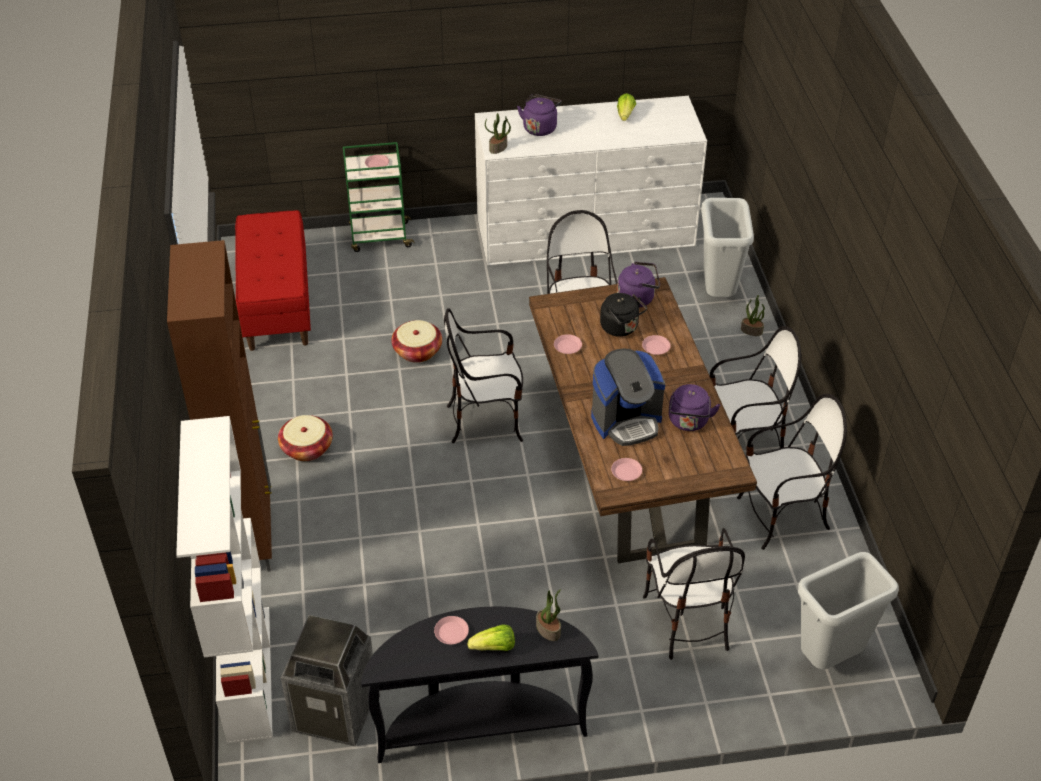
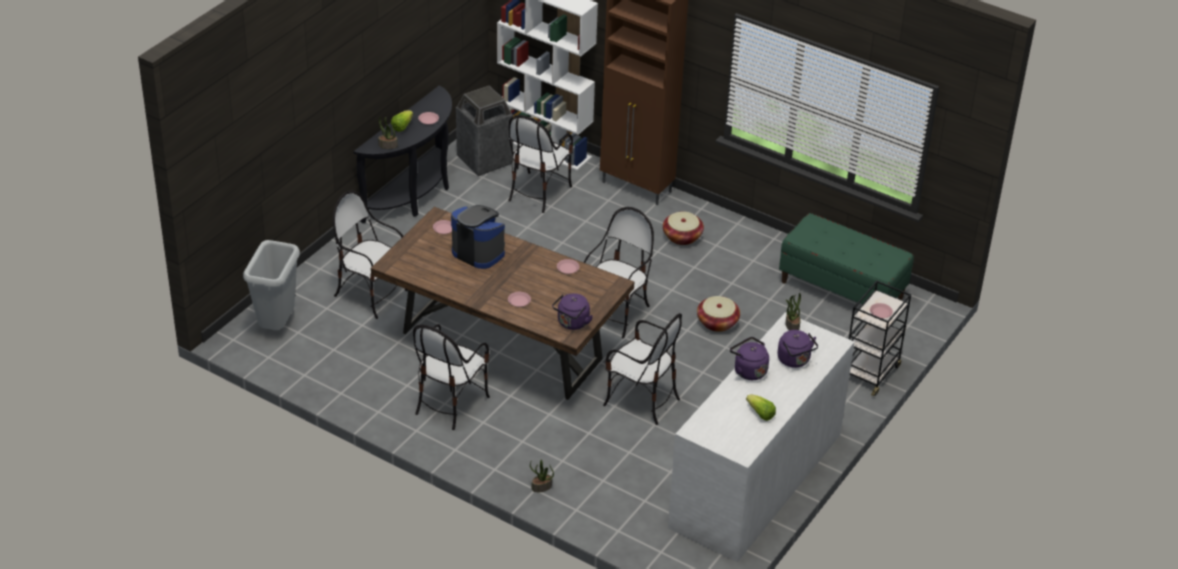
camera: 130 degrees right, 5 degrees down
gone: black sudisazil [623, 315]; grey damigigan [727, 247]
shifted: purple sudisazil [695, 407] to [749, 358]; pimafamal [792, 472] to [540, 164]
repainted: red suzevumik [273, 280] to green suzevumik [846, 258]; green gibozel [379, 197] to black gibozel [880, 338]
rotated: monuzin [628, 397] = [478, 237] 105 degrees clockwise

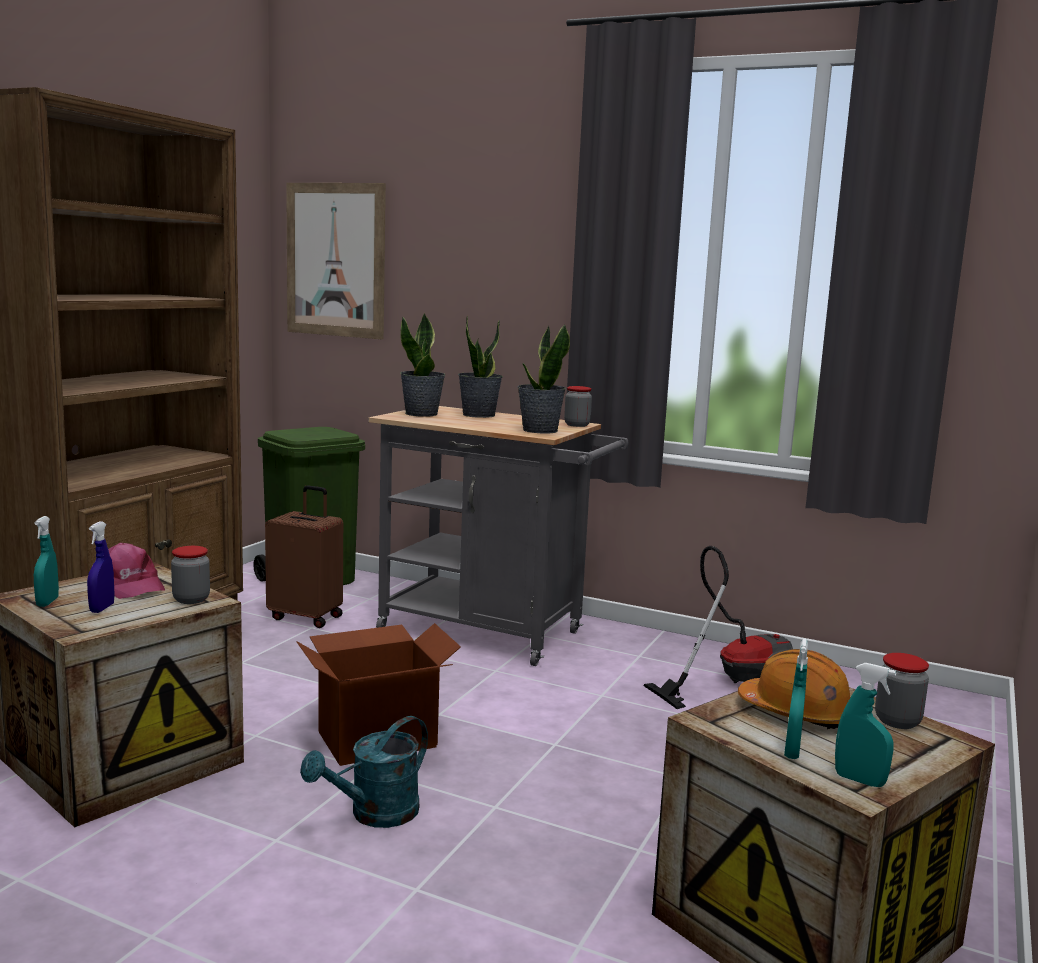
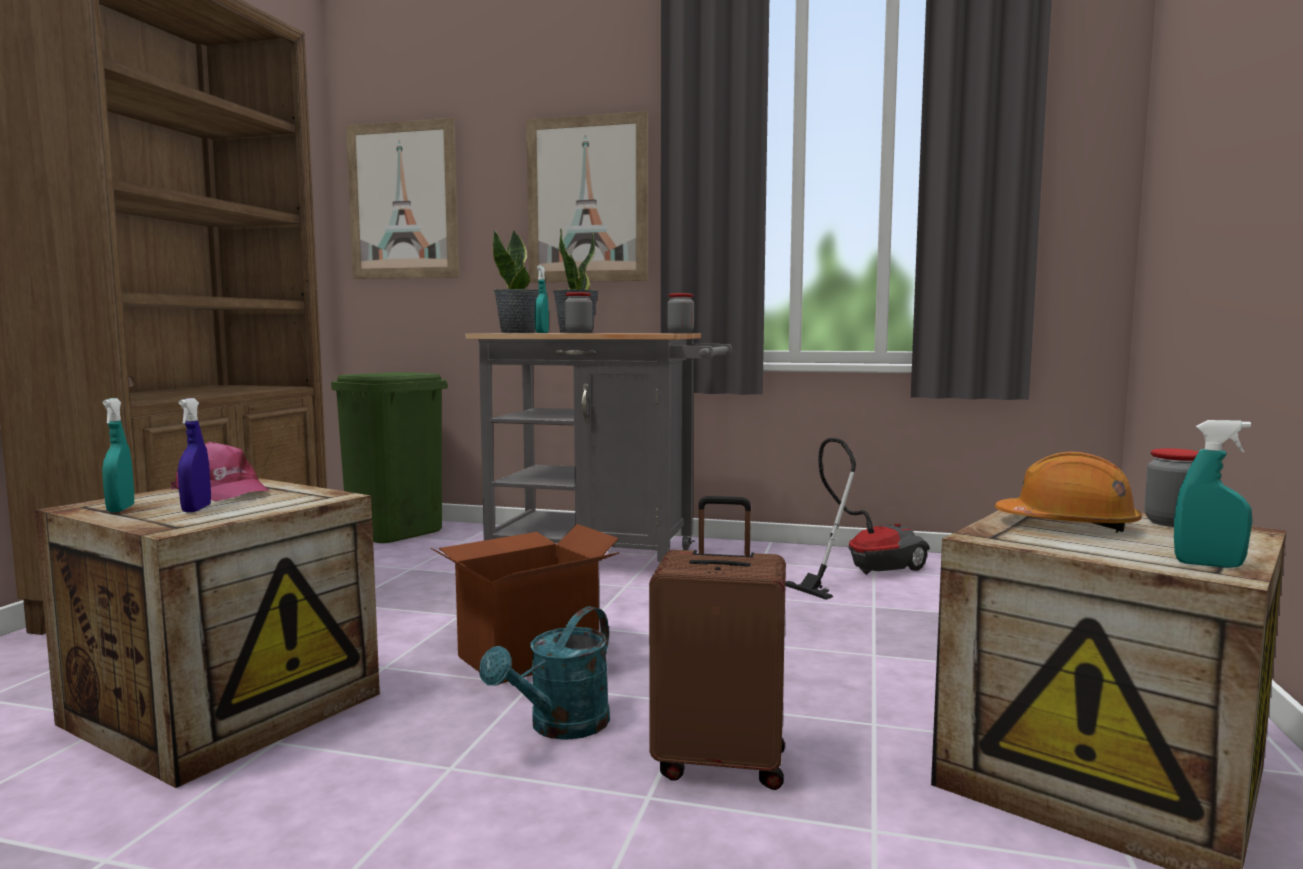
camera: 10 degrees left, 5 degrees down
gone: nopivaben [544, 379]
new: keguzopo [587, 197]
shifted: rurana [190, 575] to [578, 312]; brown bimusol [304, 556] to [717, 643]; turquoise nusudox [796, 699] to [542, 299]

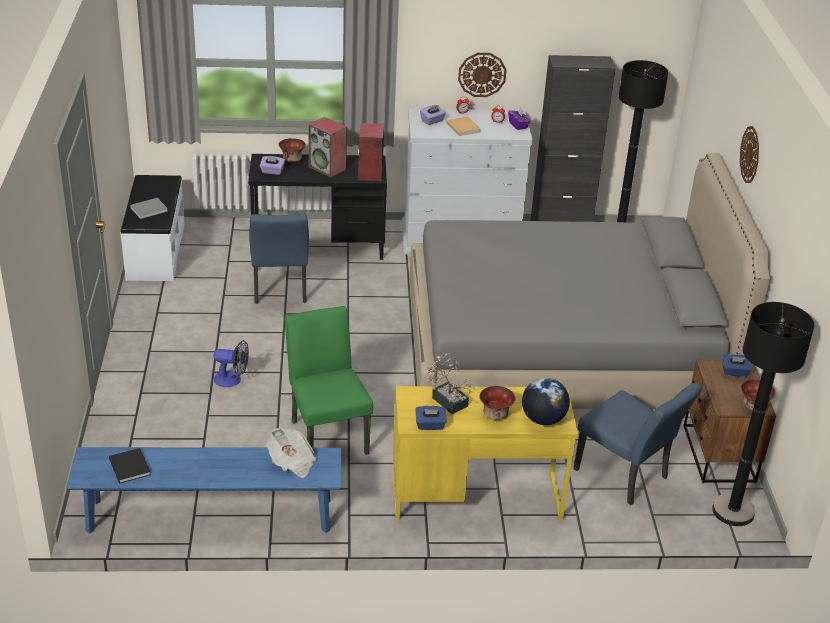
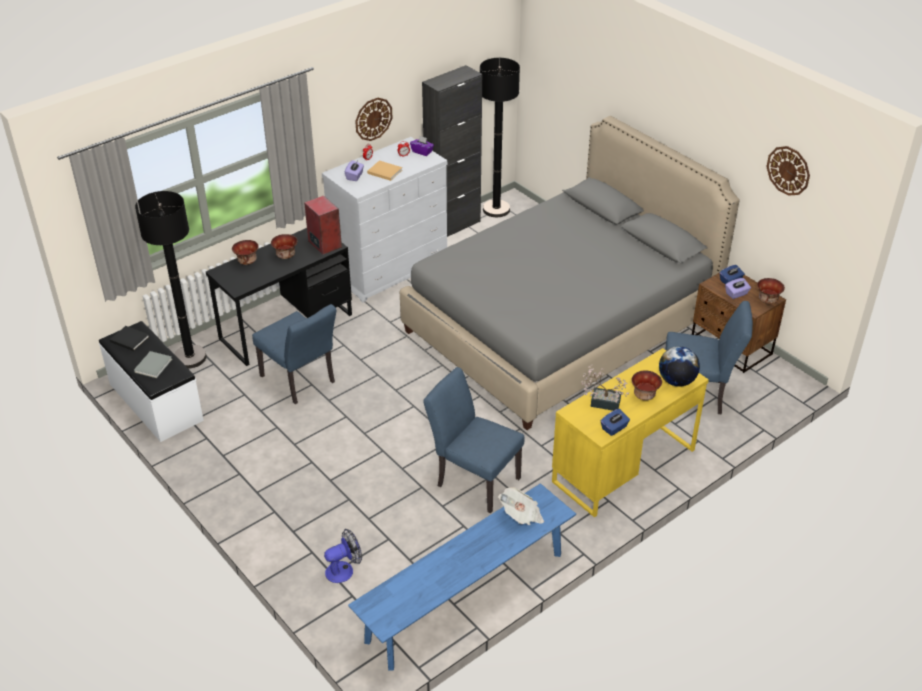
camera: 35 degrees left, 5 degrees up
shifted: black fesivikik [130, 466] to [129, 338]; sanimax [231, 363] to [343, 556]; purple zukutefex [272, 165] to [738, 288]; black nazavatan [763, 414] to [171, 280]; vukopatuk [749, 154] to [788, 171]
swapped: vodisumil [327, 147] to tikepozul [284, 246]
repainted: green pimafamal [329, 380] to blue pimafamal [474, 440]

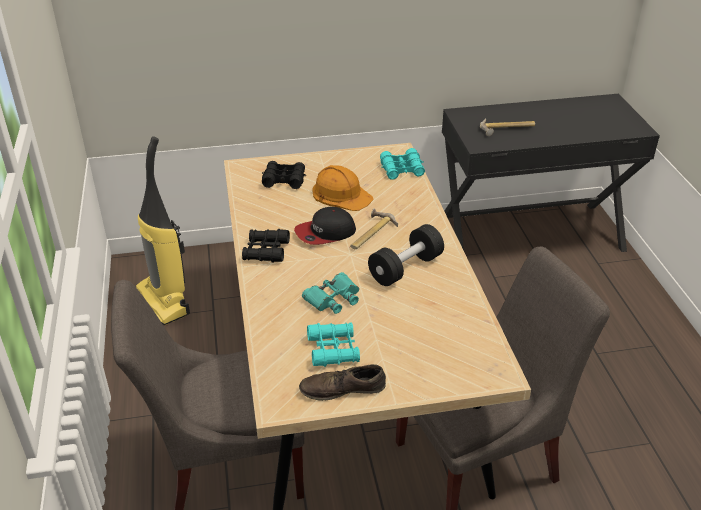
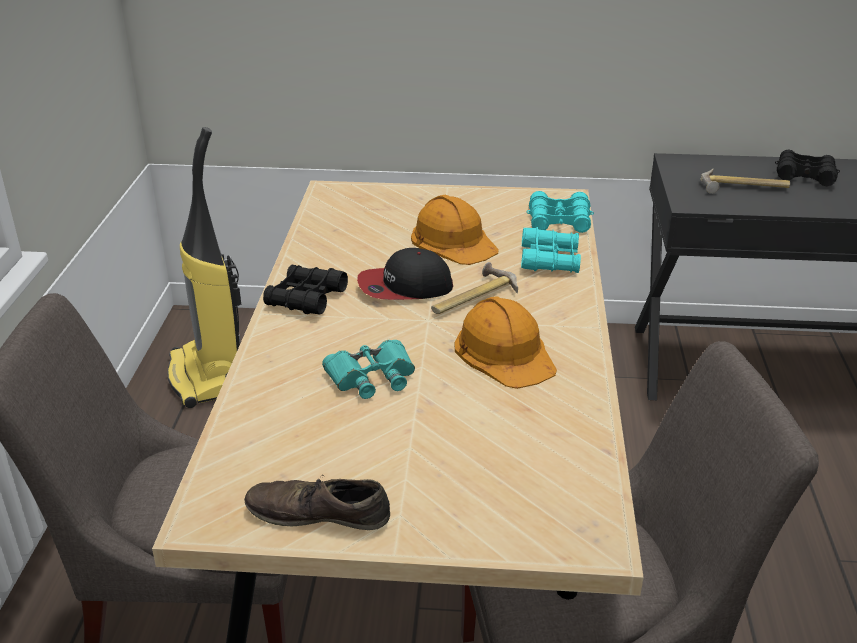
camera: 15 degrees right, 5 degrees down
shifted: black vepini [284, 175] to [807, 168]; turquoise vepini [333, 344] to [551, 250]
swapped: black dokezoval [406, 255] to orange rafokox [505, 342]

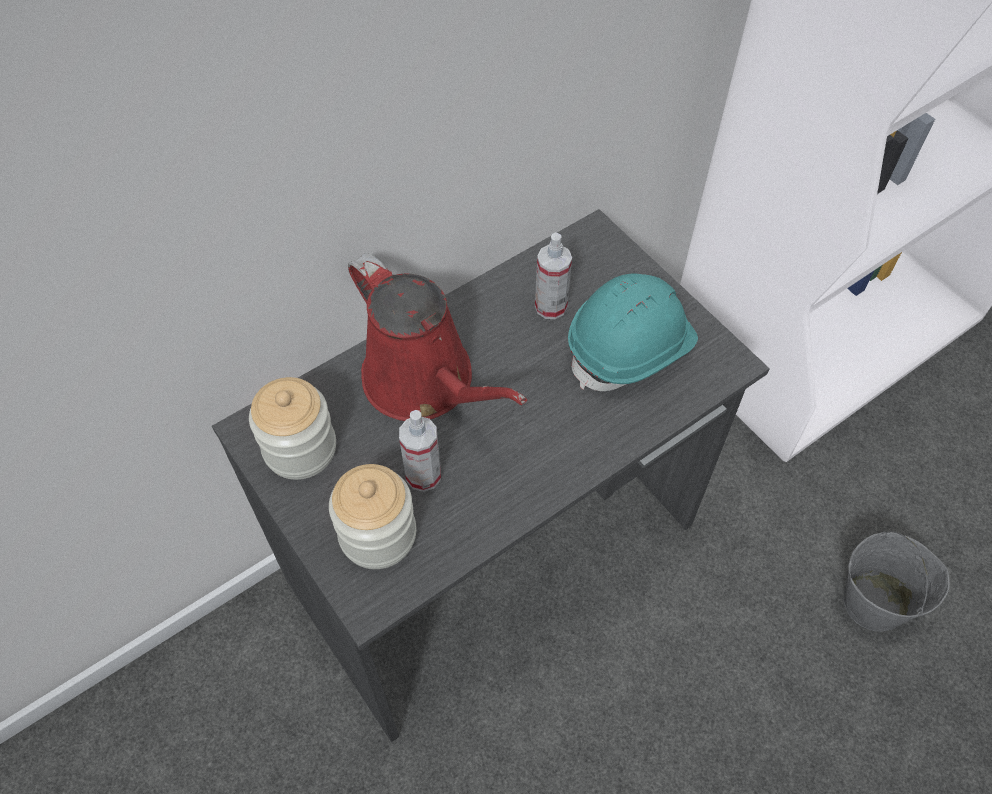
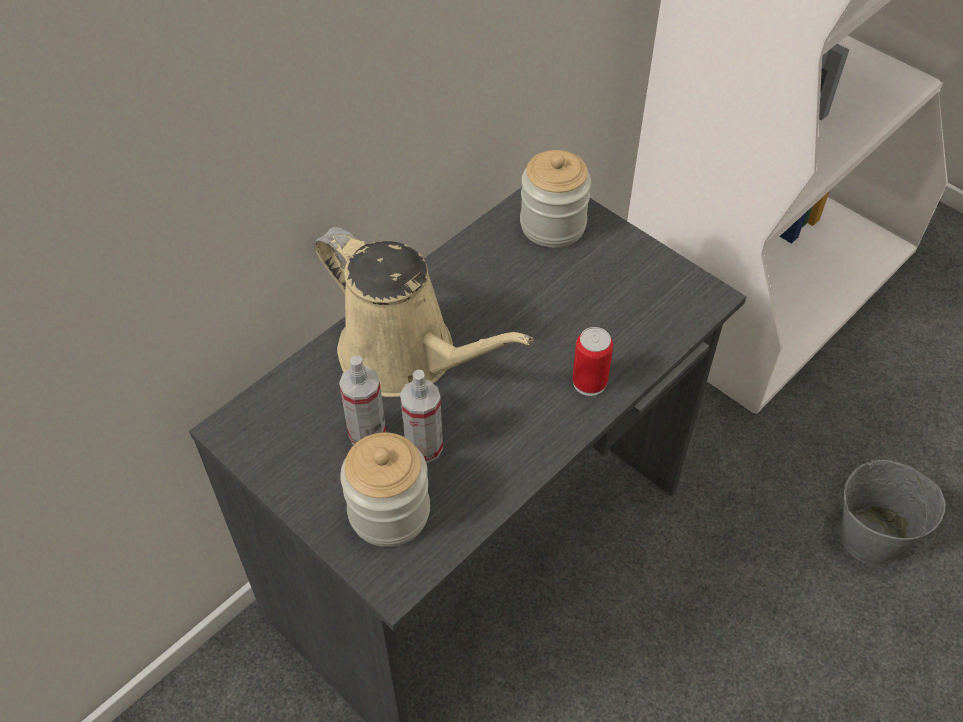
camera: 10 degrees left, 5 degrees down
gone: turquoise rafokox [633, 332]
new: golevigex [592, 361]
shifted: rurana [292, 428] to [555, 199]; nusudox [553, 276] to [362, 400]
repainted: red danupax [437, 337] to beige danupax [424, 312]

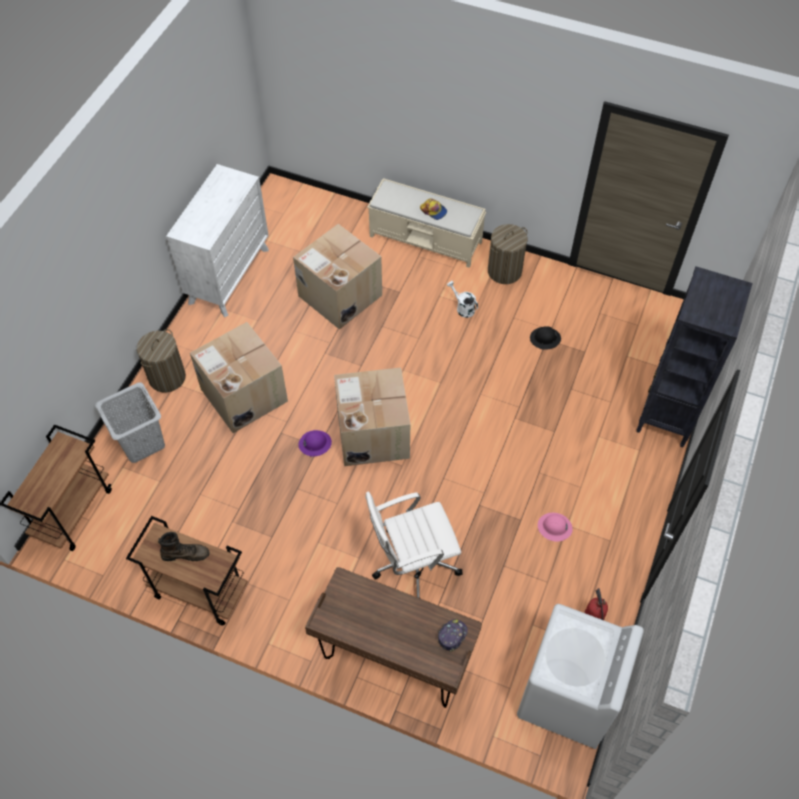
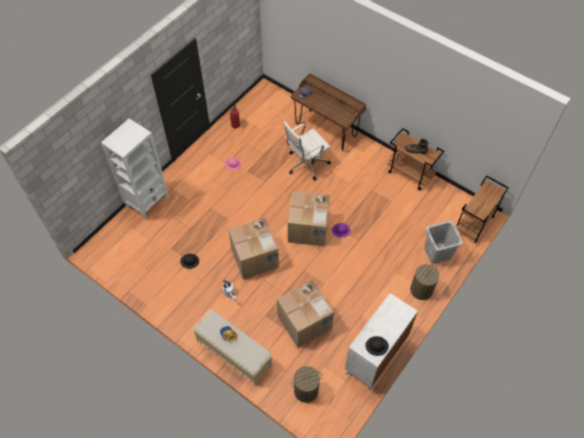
camera: 165 degrees left, 0 degrees up
gone: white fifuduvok [580, 676]
new: black rafokox [377, 346]
shifted: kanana [239, 377] to [253, 248]; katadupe [508, 254] to [307, 384]
repainted: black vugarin [695, 356] to white vugarin [135, 169]
rotated: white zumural [414, 545] = [307, 151] 150 degrees clockwise

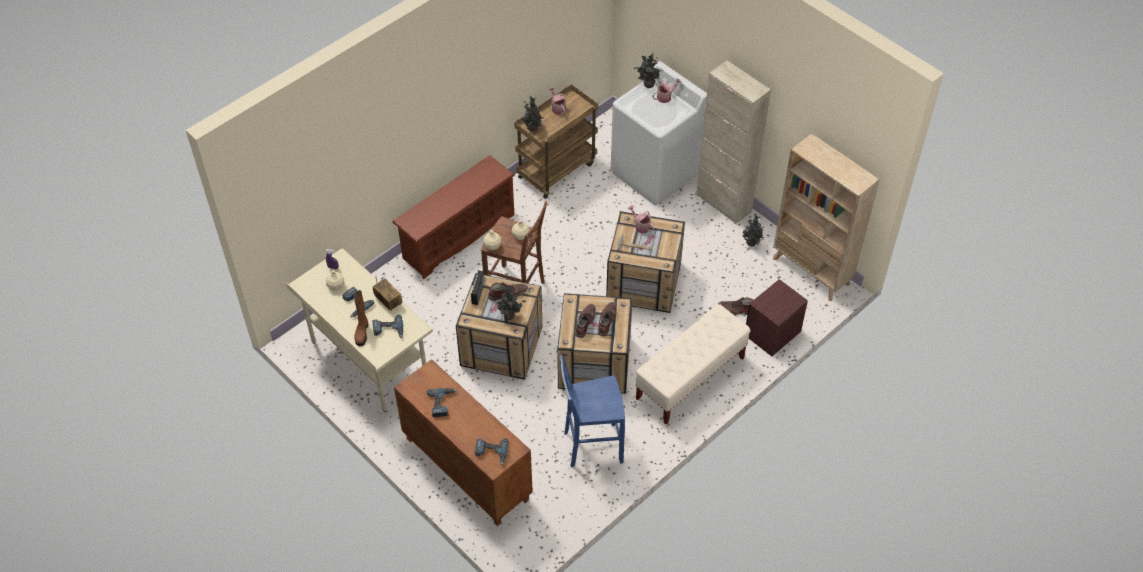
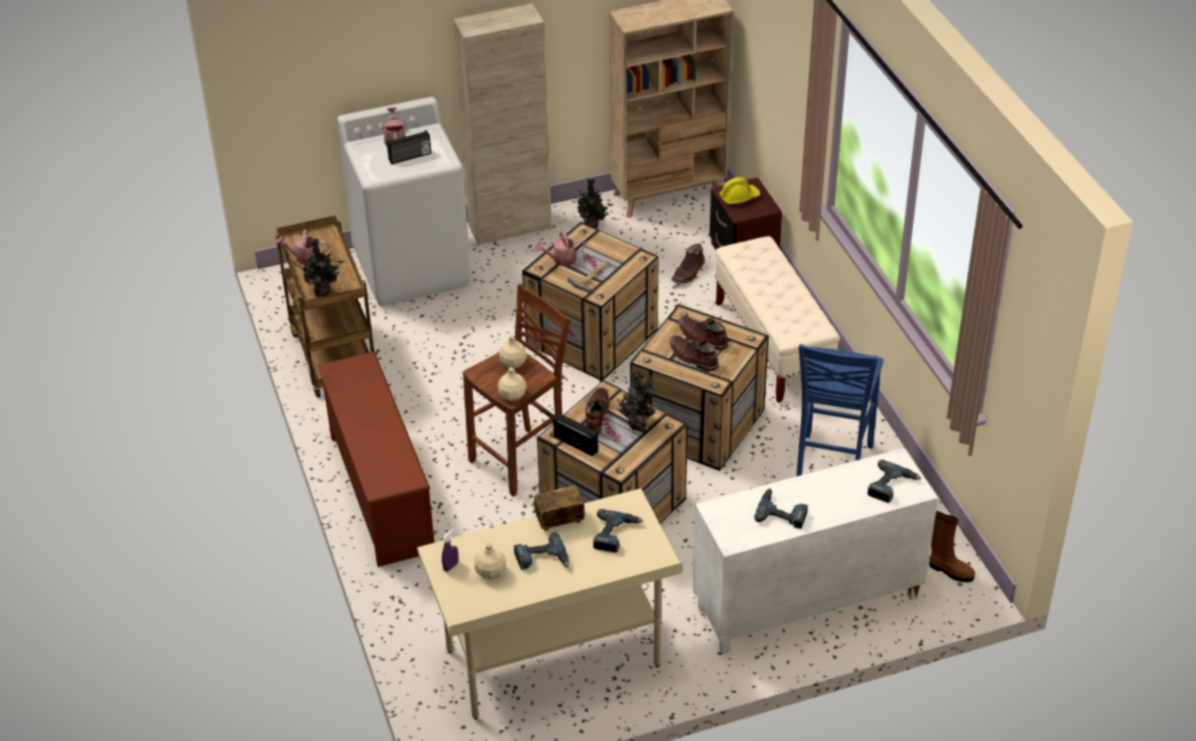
camera: 65 degrees left, 10 degrees down
gone: nopivaben [649, 70]
new: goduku [409, 147]; yellow rafokox [740, 191]
shifted: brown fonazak [361, 318] to [952, 546]
repainted: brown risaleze [463, 443] to white risaleze [815, 551]

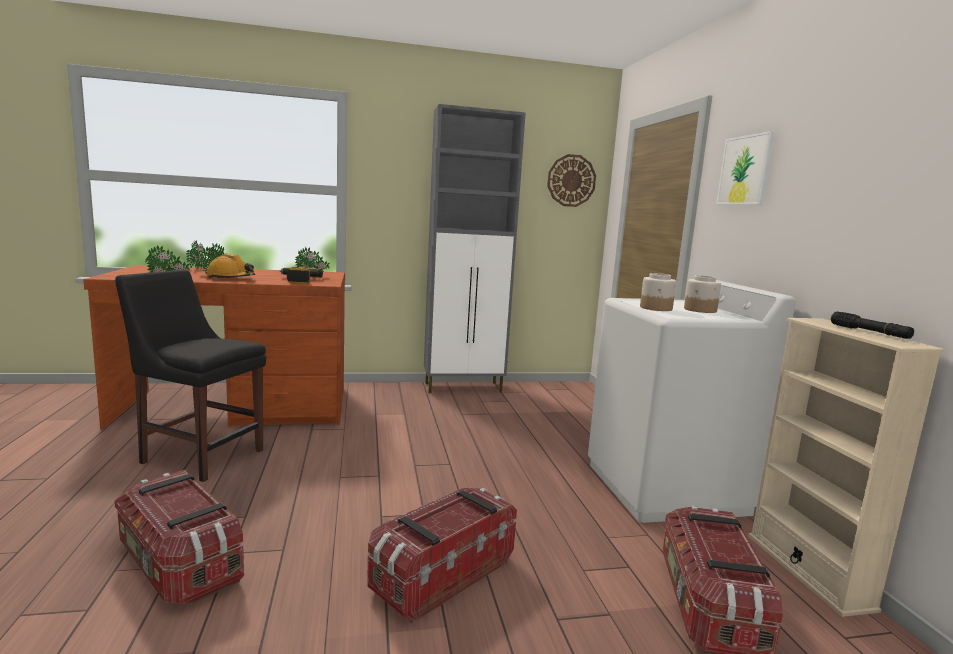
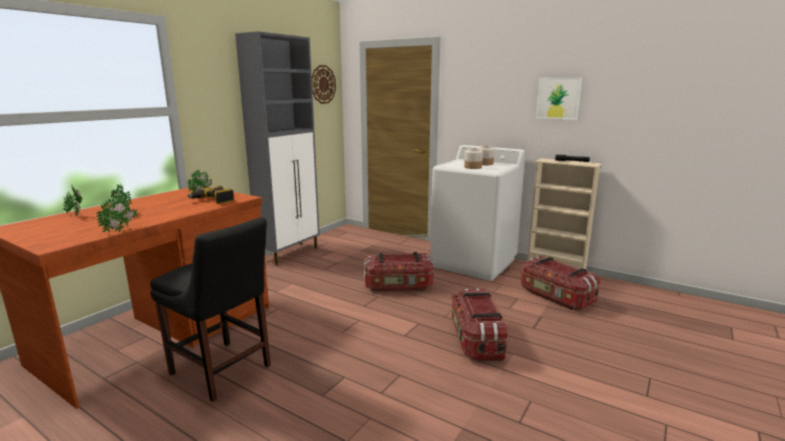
camera: 45 degrees left, 5 degrees up
gone: orange rafokox [230, 266]
shifted: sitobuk [179, 537] to [399, 272]; keguzopo [745, 168] to [559, 98]
rotated: black pimafamal [190, 375] = [210, 309] 120 degrees counterclockwise

